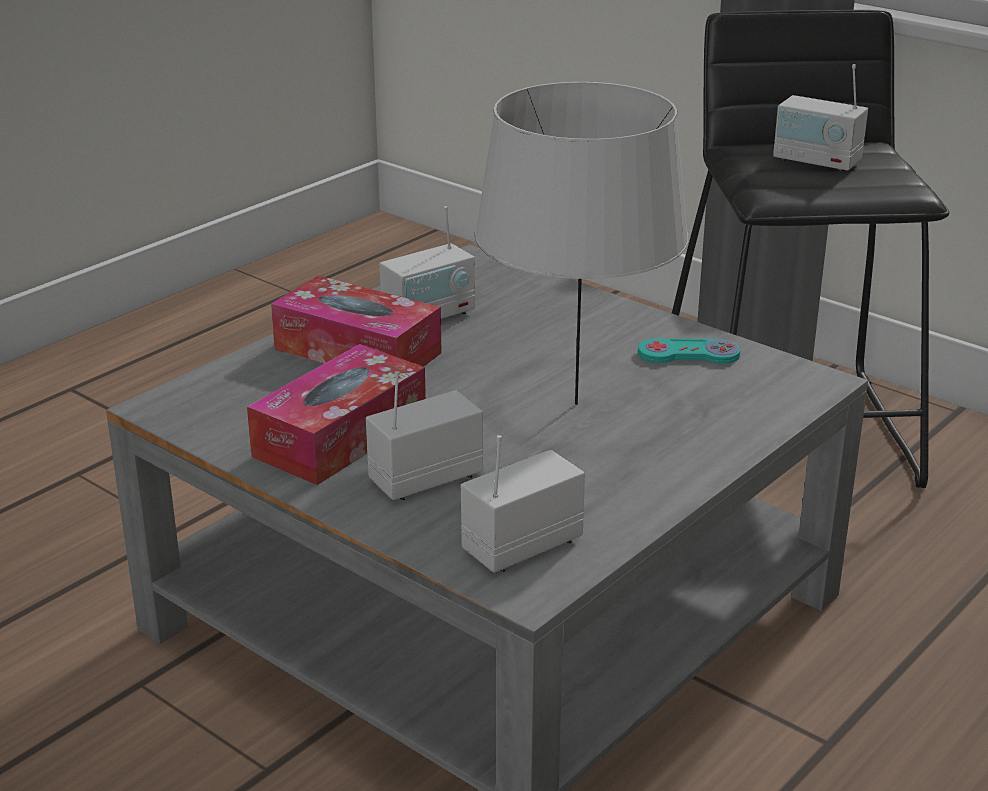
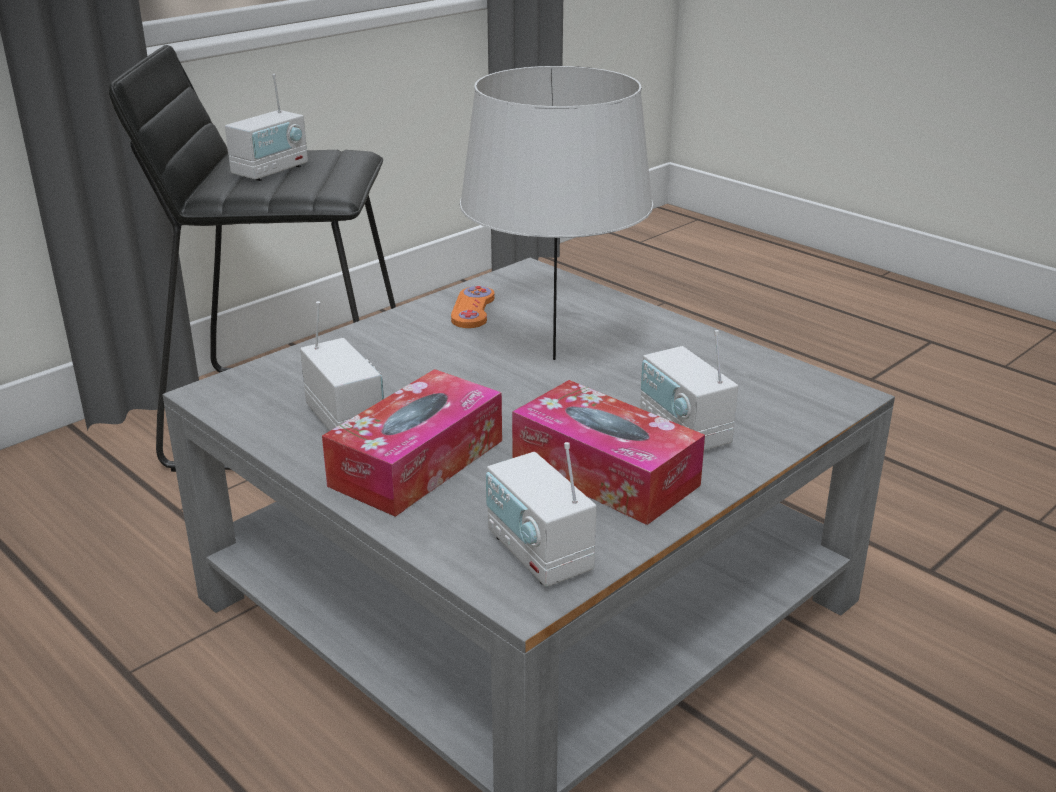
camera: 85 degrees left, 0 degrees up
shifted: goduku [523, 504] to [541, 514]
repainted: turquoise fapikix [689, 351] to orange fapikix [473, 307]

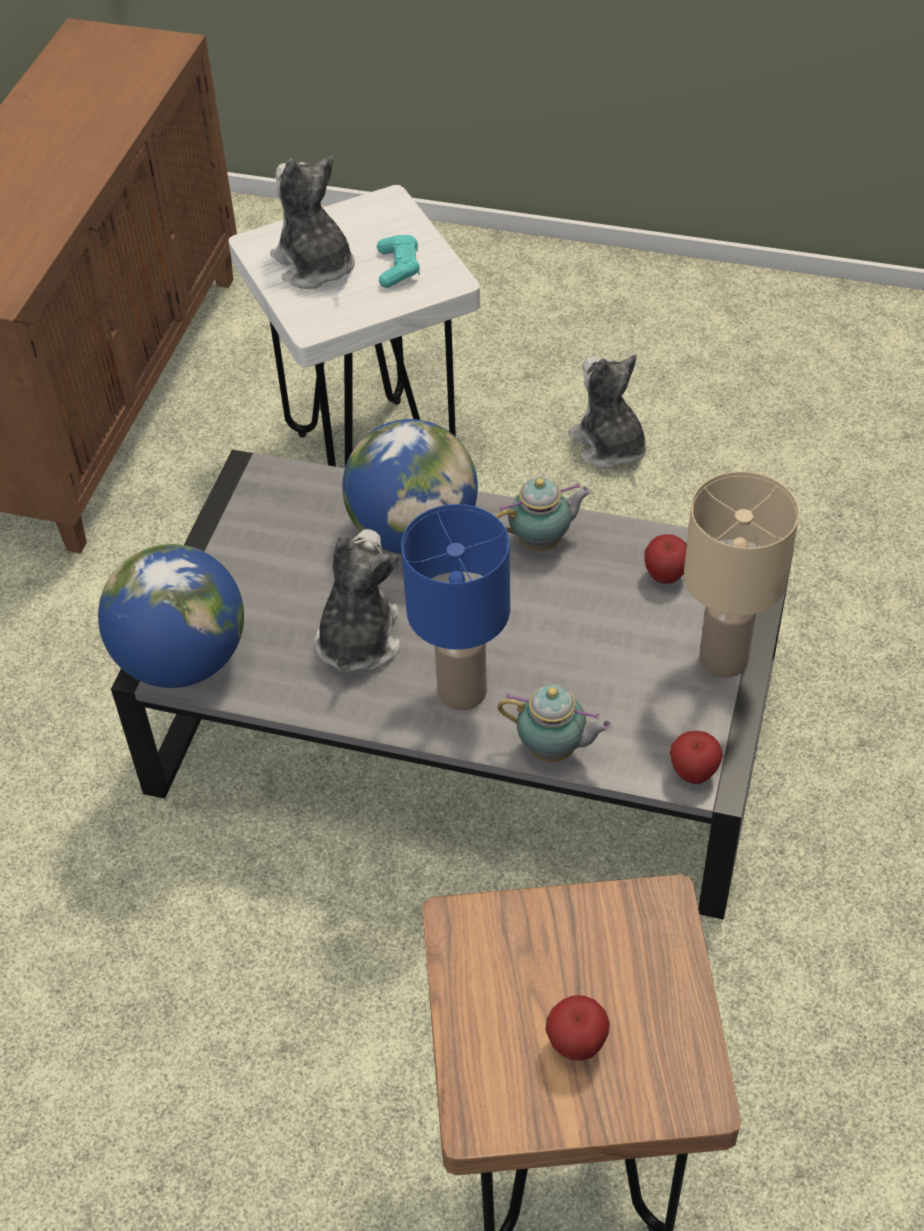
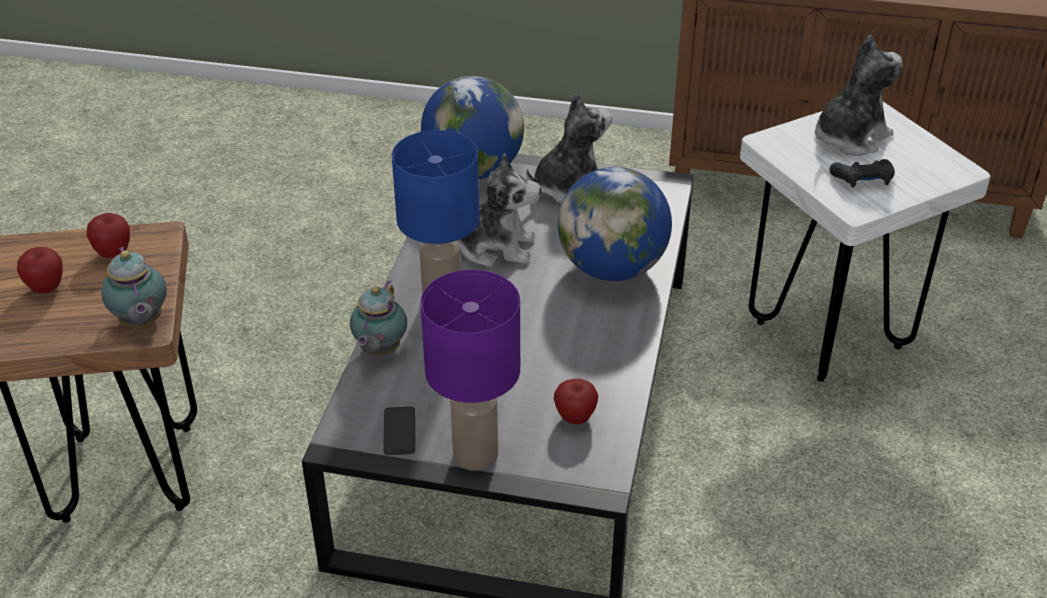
camera: 85 degrees right, 10 degrees down
new: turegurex [399, 431]
shifted: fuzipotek [543, 514] to [134, 287]; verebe [607, 411] to [569, 148]; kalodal [696, 757] to [108, 235]
repainted: turquoise fapikix [398, 261] to black fapikix [862, 173]; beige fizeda [741, 574] to purple fizeda [470, 370]

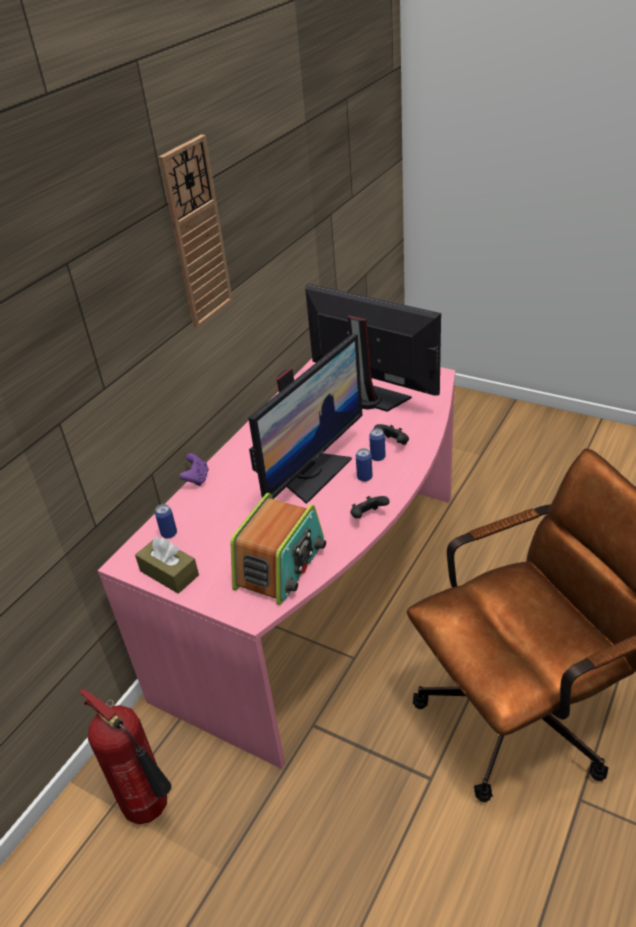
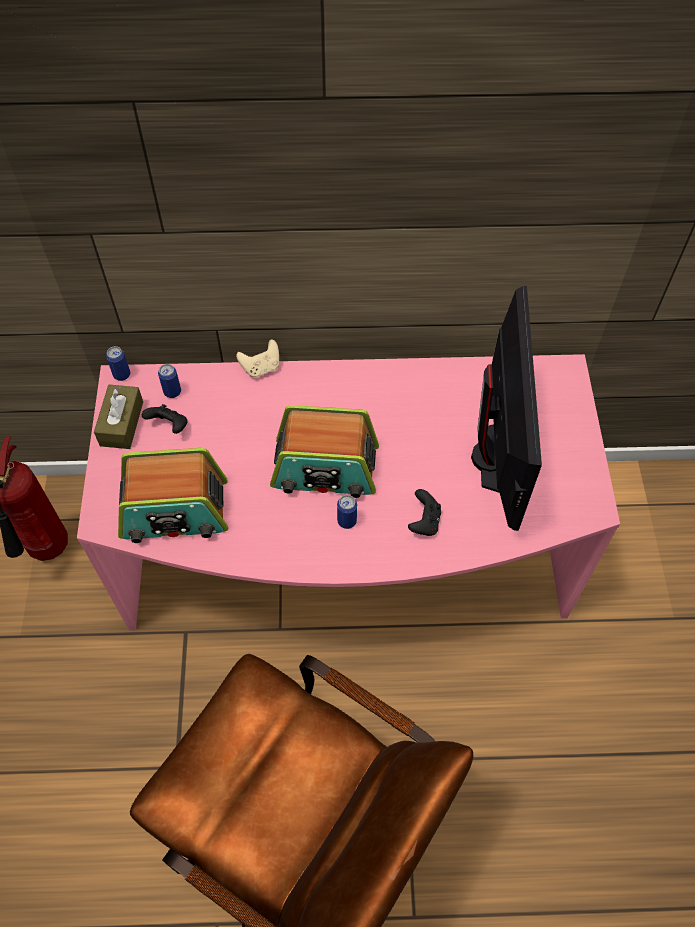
camera: 55 degrees right, 20 degrees up
gone: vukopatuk [196, 231]
shifted: black fapikix [370, 507] to [165, 419]; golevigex [377, 444] to [118, 363]
swapped: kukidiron [305, 419] to goduku [324, 451]
repainted: purple fapikix [194, 469] to beige fapikix [257, 358]

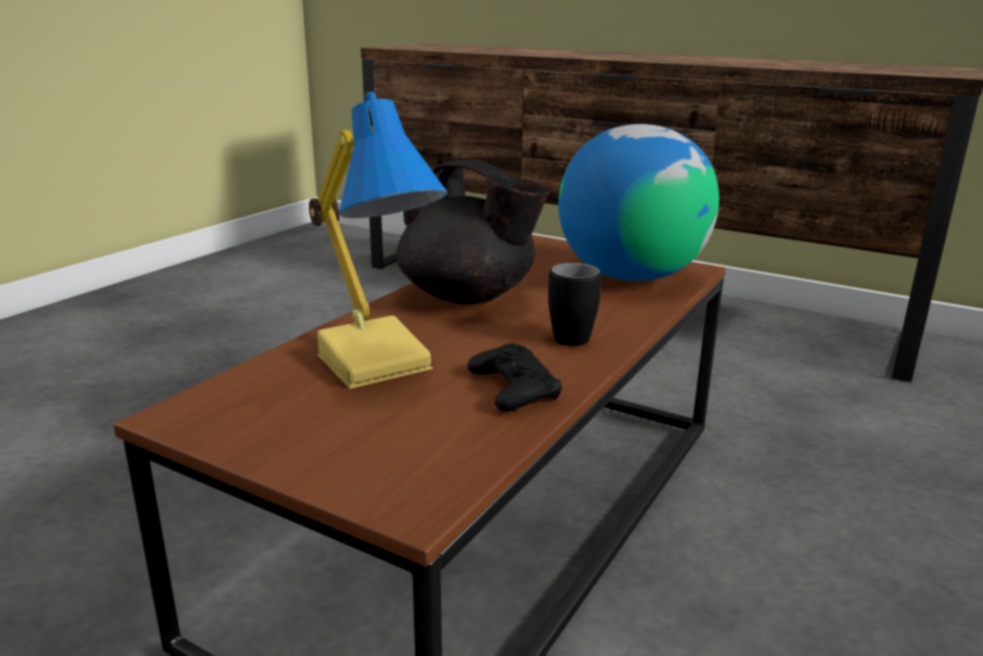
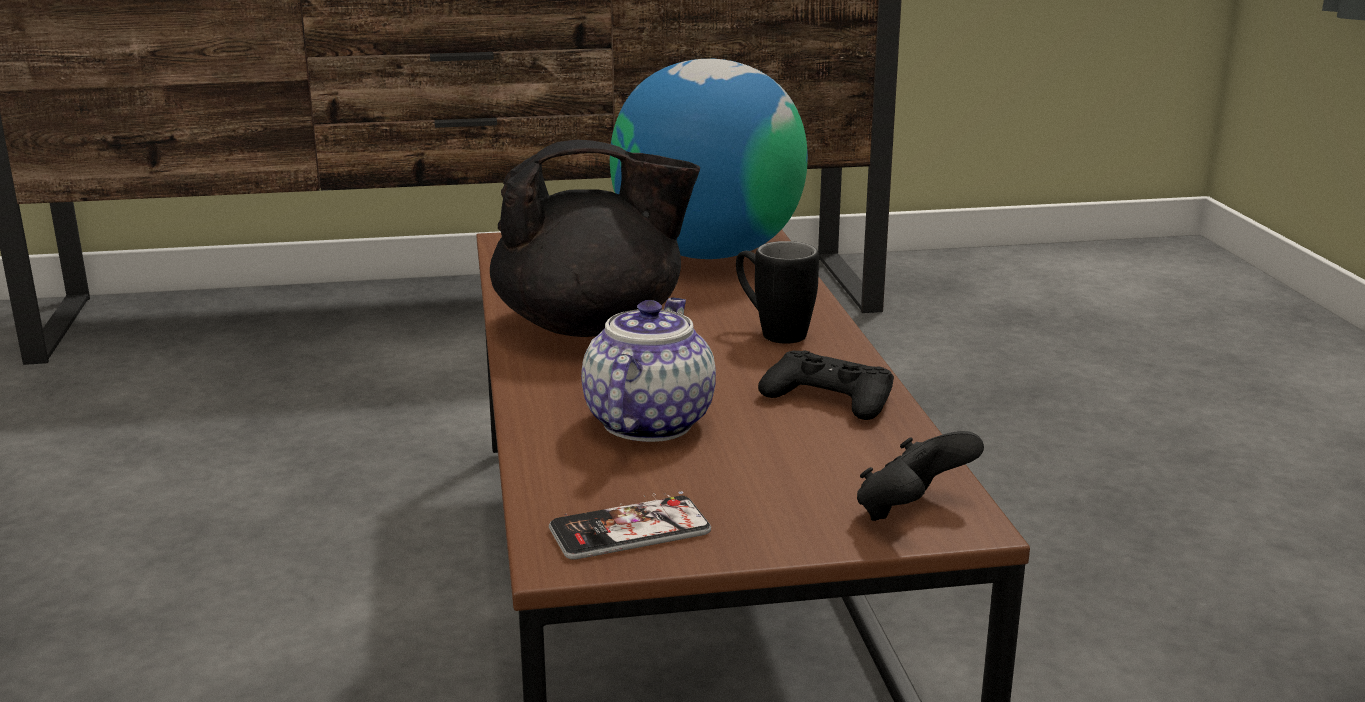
camera: 40 degrees left, 0 degrees up
new: turegurex [630, 525]; black fapikix [920, 476]
swapped: fizeda [378, 240] to fuzipotek [648, 370]

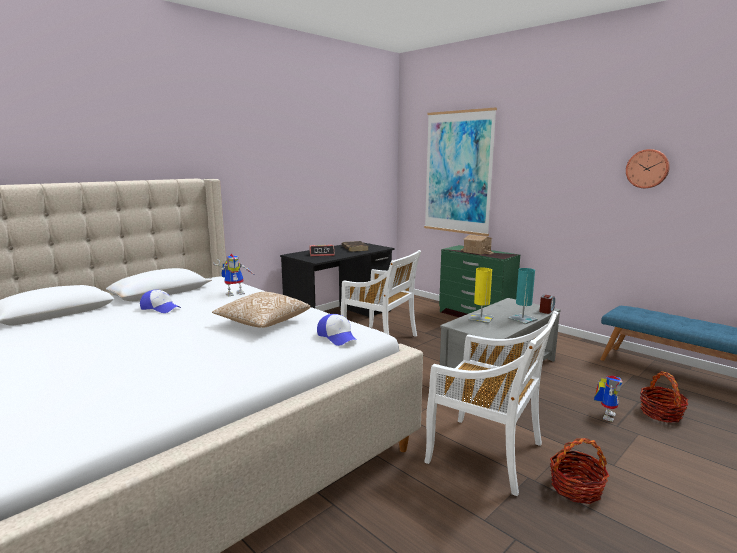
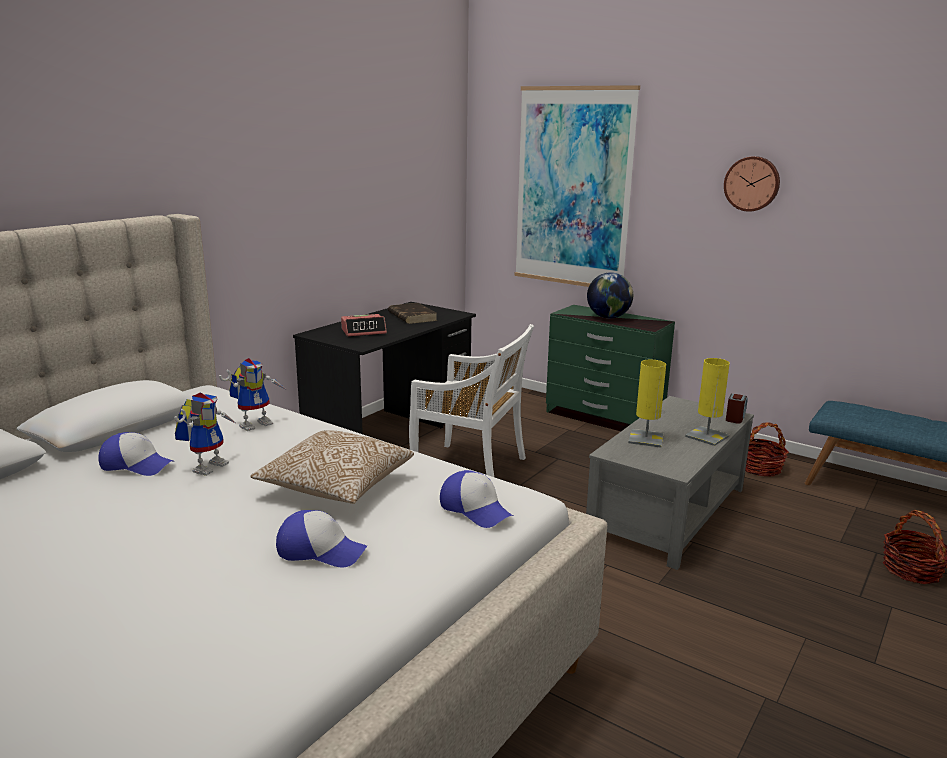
camera: 10 degrees left, 5 degrees up
gone: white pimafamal [491, 403]
new: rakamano [321, 539]
shifted: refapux [579, 471] to [767, 449]; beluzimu [608, 399] to [205, 434]; vukopatuk [648, 168] to [752, 184]
swapped: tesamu [477, 245] to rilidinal [610, 295]
repainted: turquoise fizeda [523, 296] to yellow fizeda [707, 402]

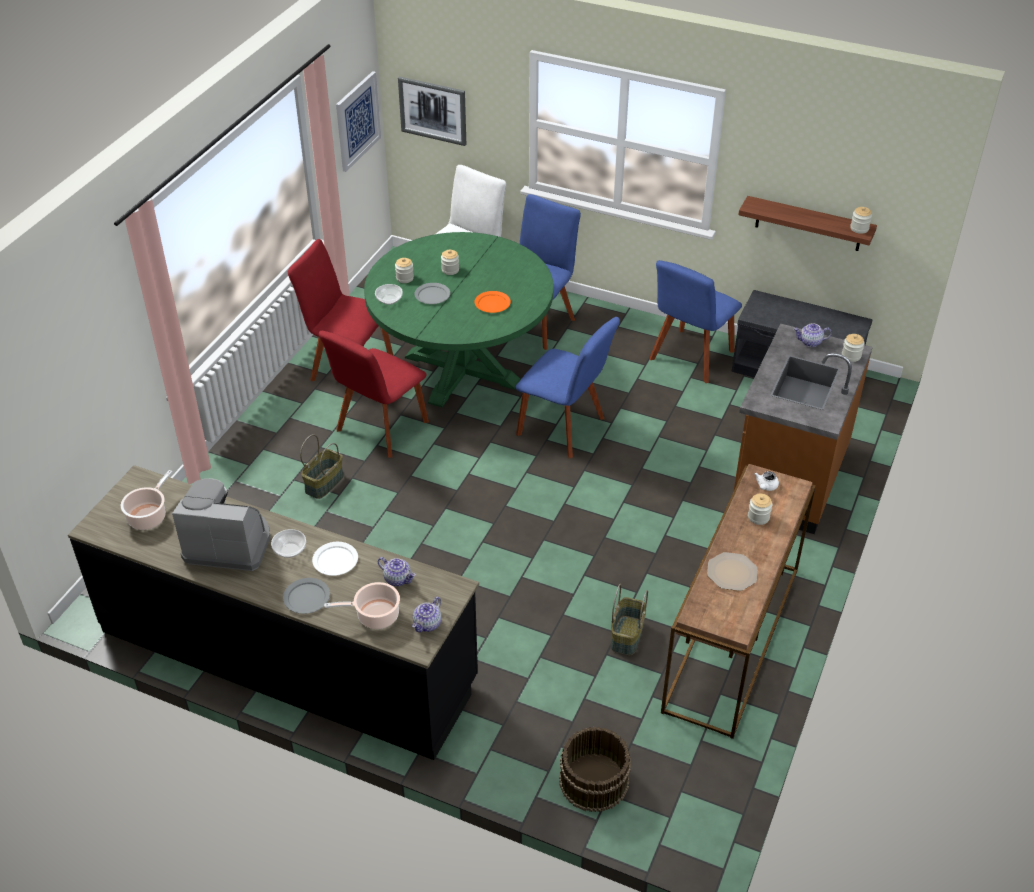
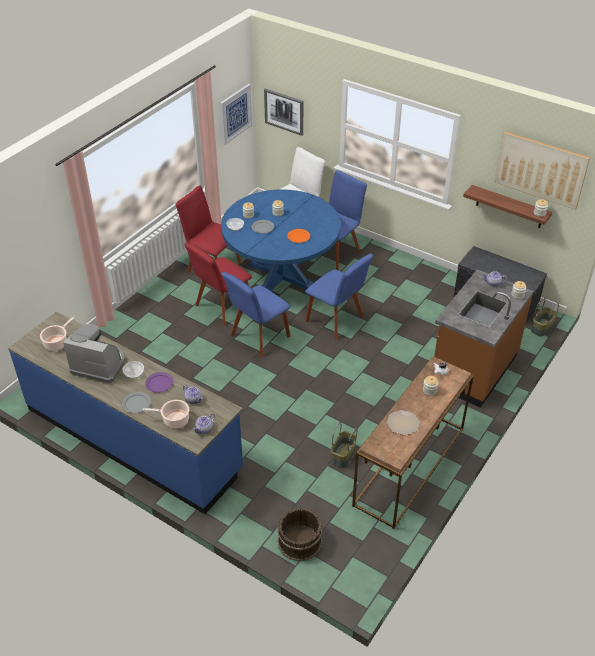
camera: 10 degrees right, 0 degrees up
new: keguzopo [542, 170]
shifted: refapux [322, 466] to [545, 317]; blue pimafamal [696, 321] to [256, 315]
repainted: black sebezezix [273, 612] to blue sebezezix [125, 412]; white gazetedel [335, 559] to purple gazetedel [159, 382]; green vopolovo [458, 319] to blue vopolovo [281, 240]

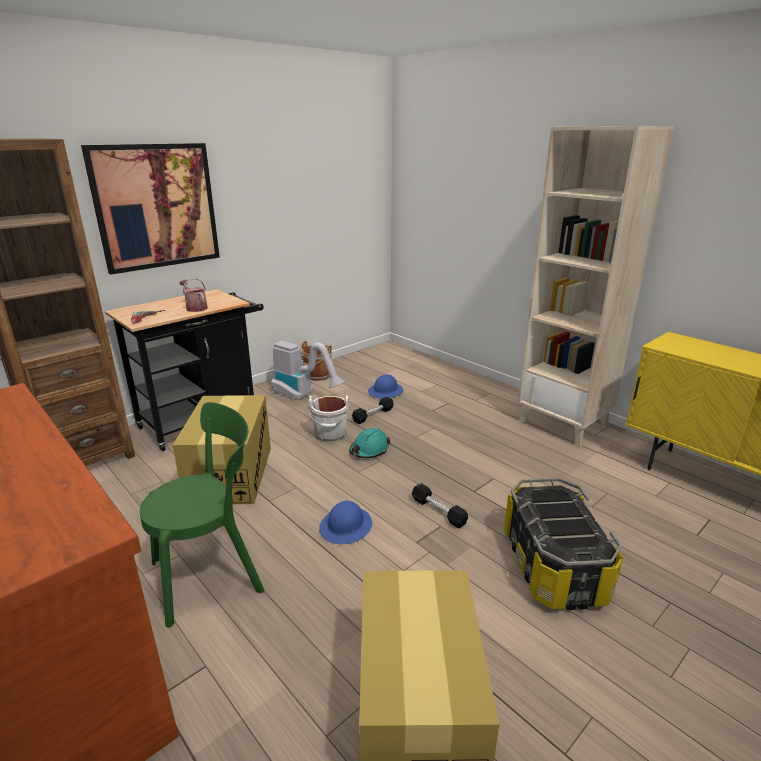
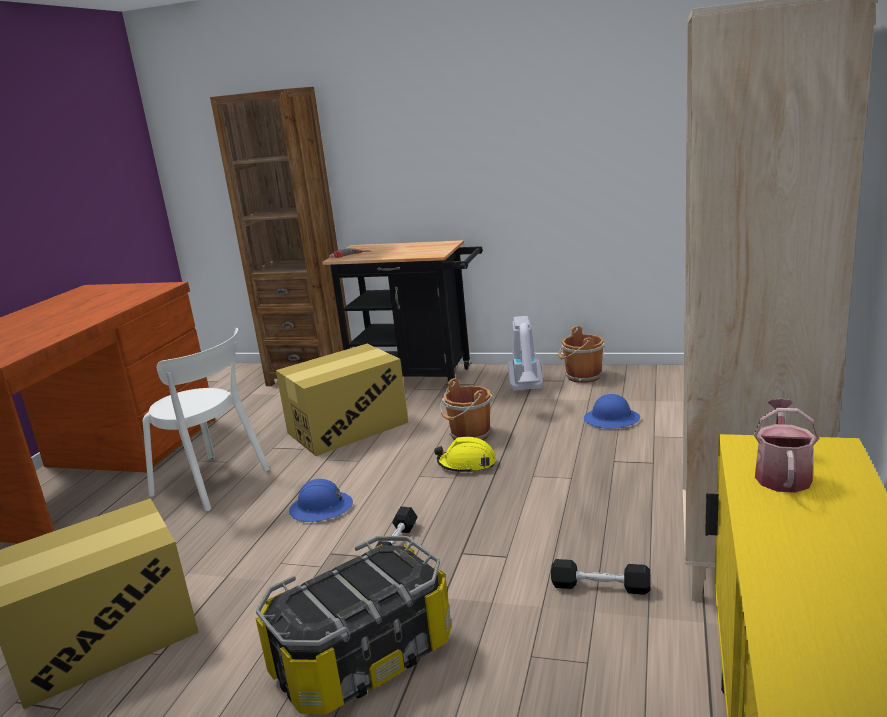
camera: 60 degrees right, 5 degrees down
gone: keguzopo [150, 209]
shifted: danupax [193, 295] to [786, 446]; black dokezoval [373, 410] to [600, 577]
repainted: green pimafamal [202, 515] to white pimafamal [206, 420]; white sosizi [328, 418] to brown sosizi [466, 409]; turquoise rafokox [369, 443] to yellow rafokox [465, 455]

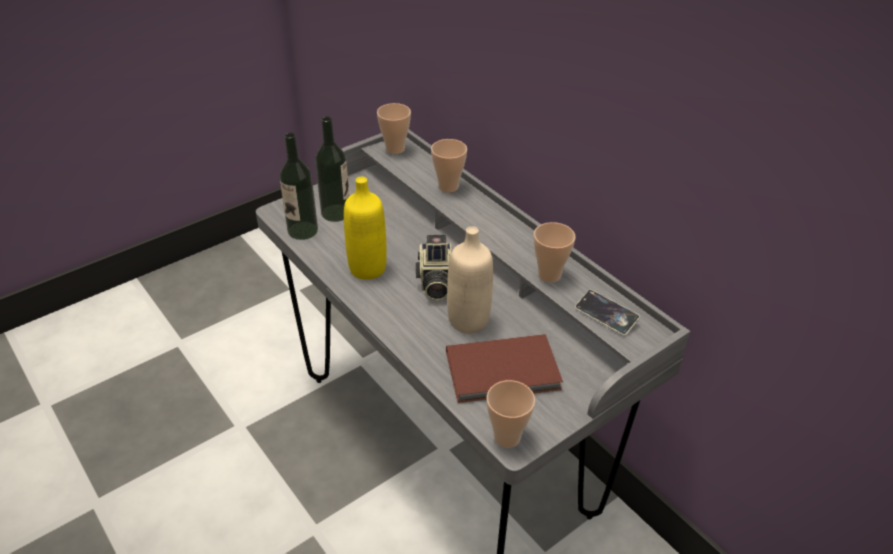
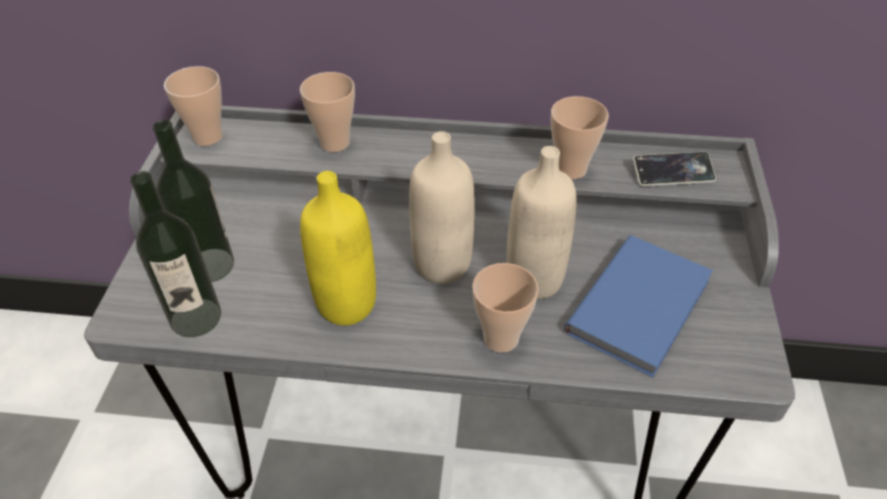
camera: 45 degrees left, 5 degrees up
shifted: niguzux [511, 414] to [505, 307]
swapped: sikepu [433, 268] to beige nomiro [442, 207]
repainted: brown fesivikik [504, 368] to blue fesivikik [638, 306]

